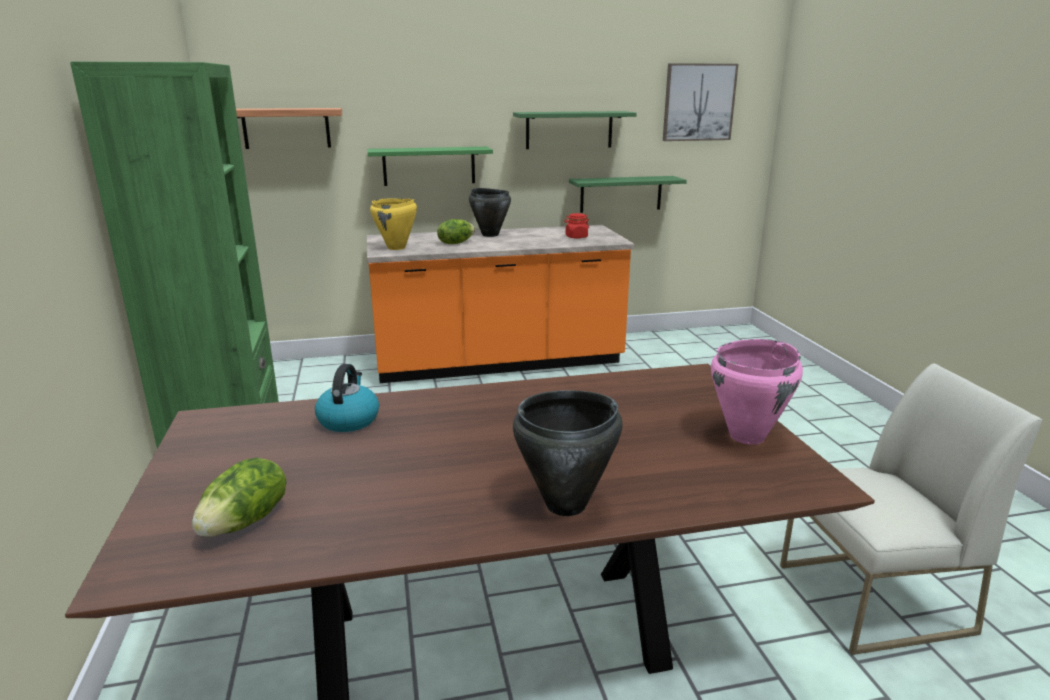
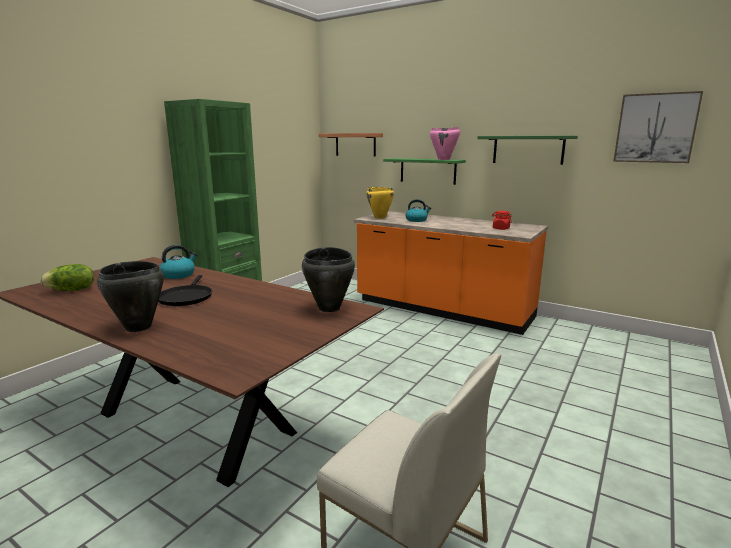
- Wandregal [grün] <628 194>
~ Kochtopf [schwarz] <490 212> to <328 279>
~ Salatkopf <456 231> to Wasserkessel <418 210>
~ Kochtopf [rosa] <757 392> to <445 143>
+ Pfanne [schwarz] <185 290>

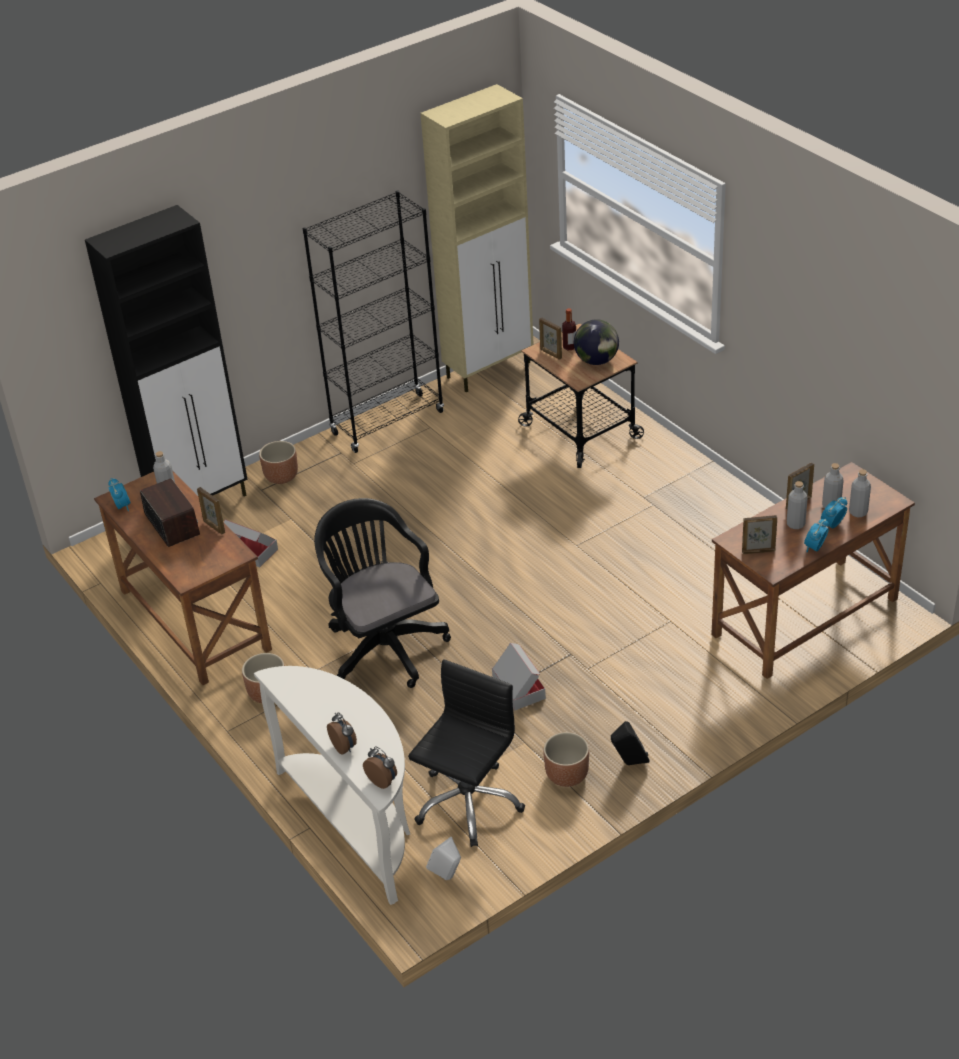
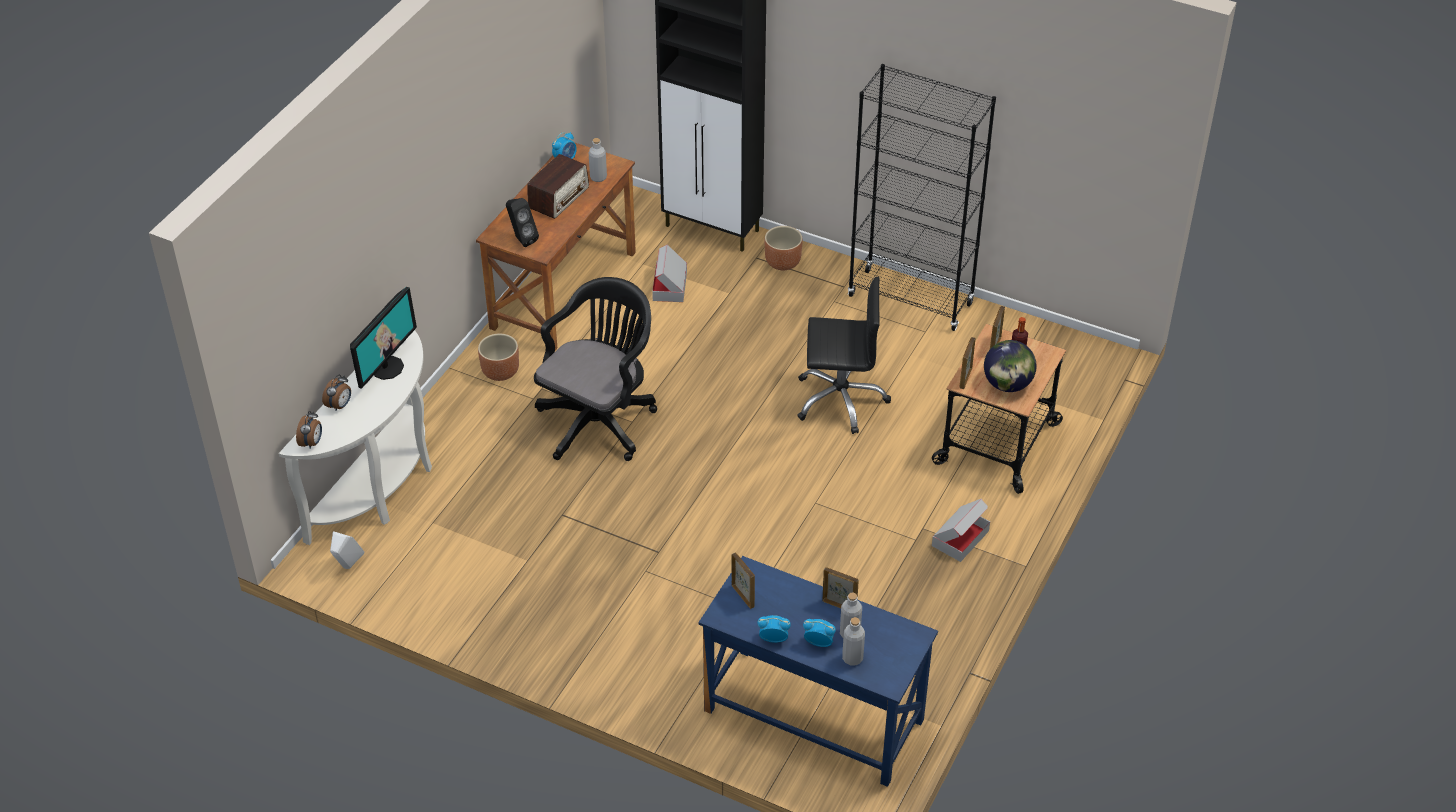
- Schrank [beige] <477 238>
~ Schreibtisch [braun] <813 570> to Schreibtisch [blau] <818 671>
- Flasche [grau] <797 505>
~ Bilderrahmen <211 510> to <968 363>
~ Karton <519 676> to <961 530>
~ Bürostuhl [schwarz] <466 753> to <844 355>
~ Lautsprecher [schwarz] <630 743> to <522 222>
- Pflanzkübel [braun] <566 759>
+ Monitor <383 338>

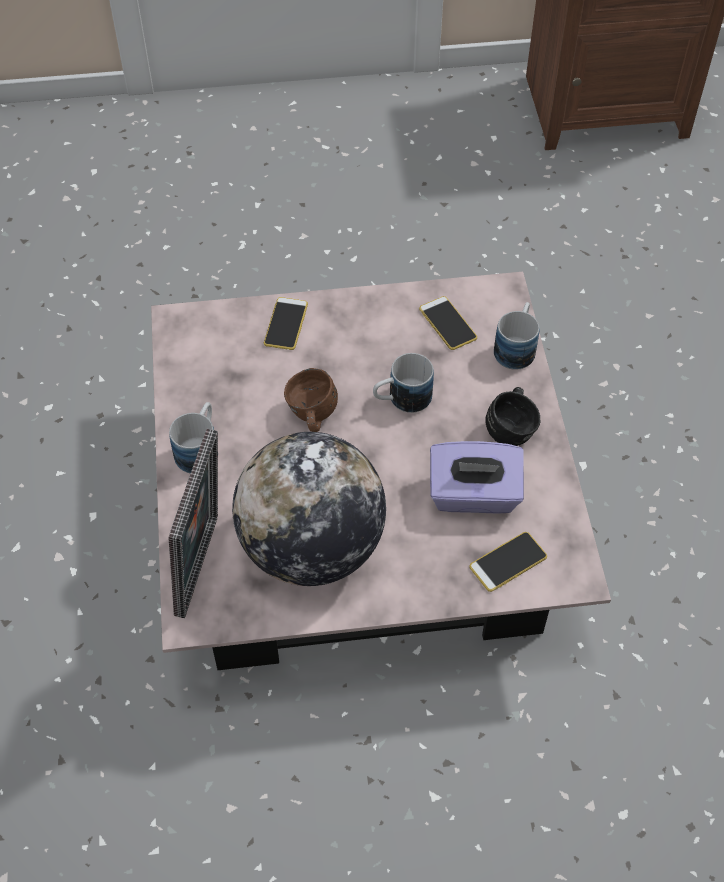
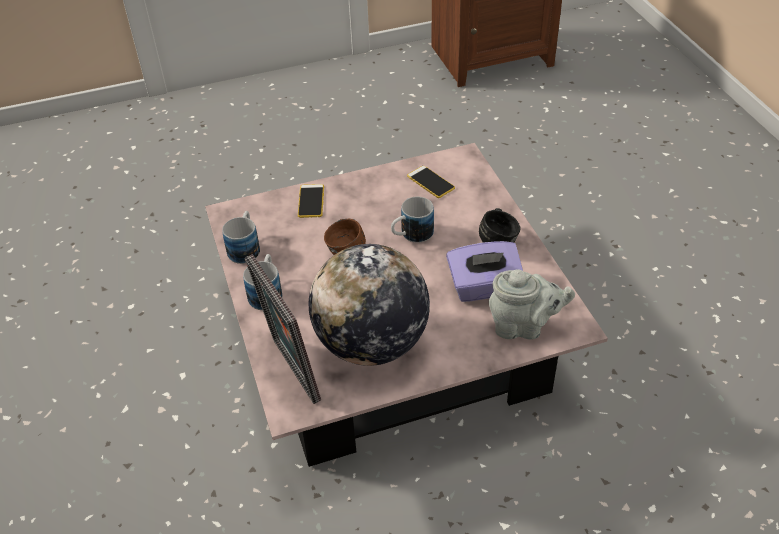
~ Henkelbecher <516 336> to <241 237>
~ Bilderrahmen <193 523> = <283 329> 150 degrees clockwise
~ Handy <508 562> to Teekanne [grau] <532 304>

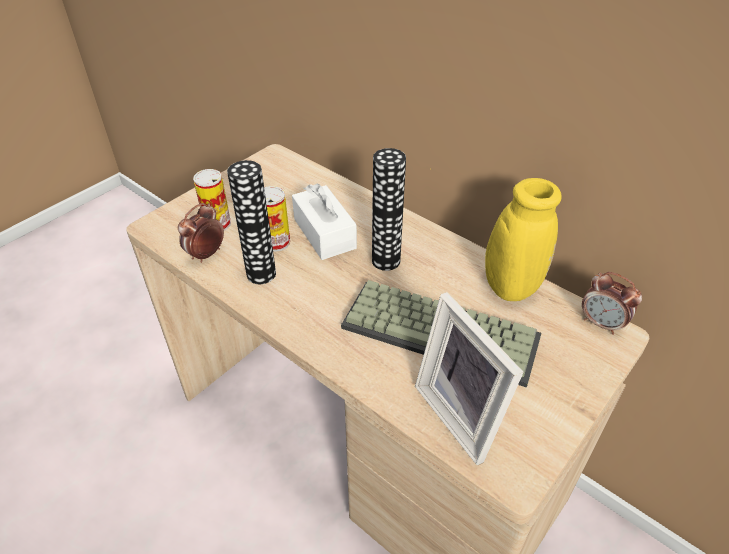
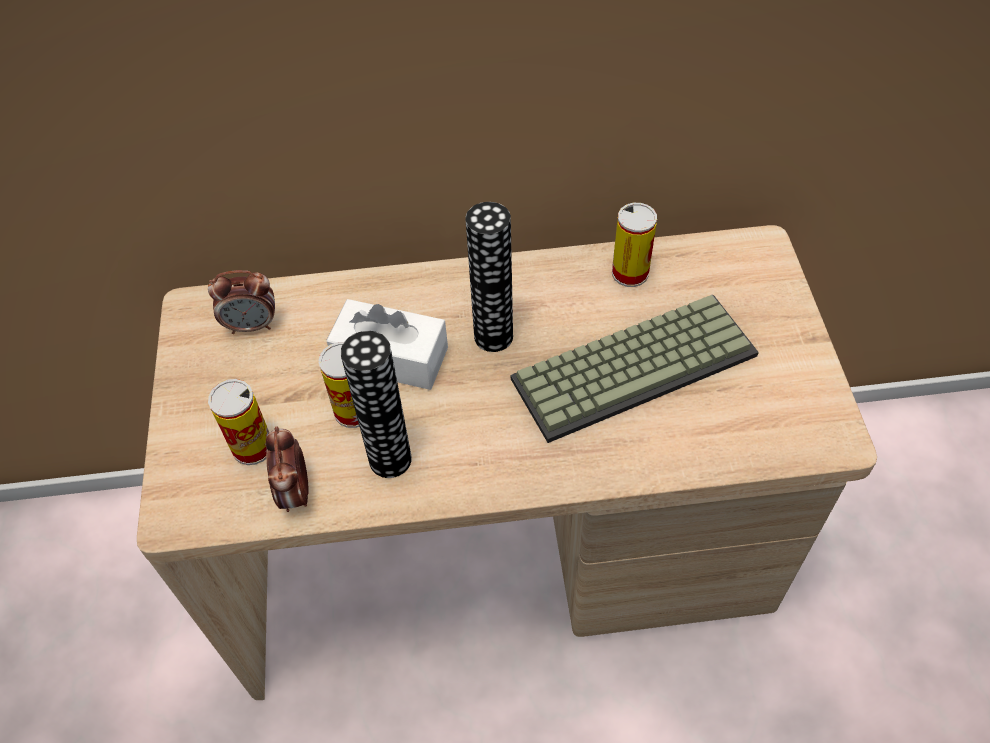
~ Vase [gelb] <496 234> to Dose <634 245>
~ Wecker <612 303> to <241 302>
- Bilderrahmen <469 378>

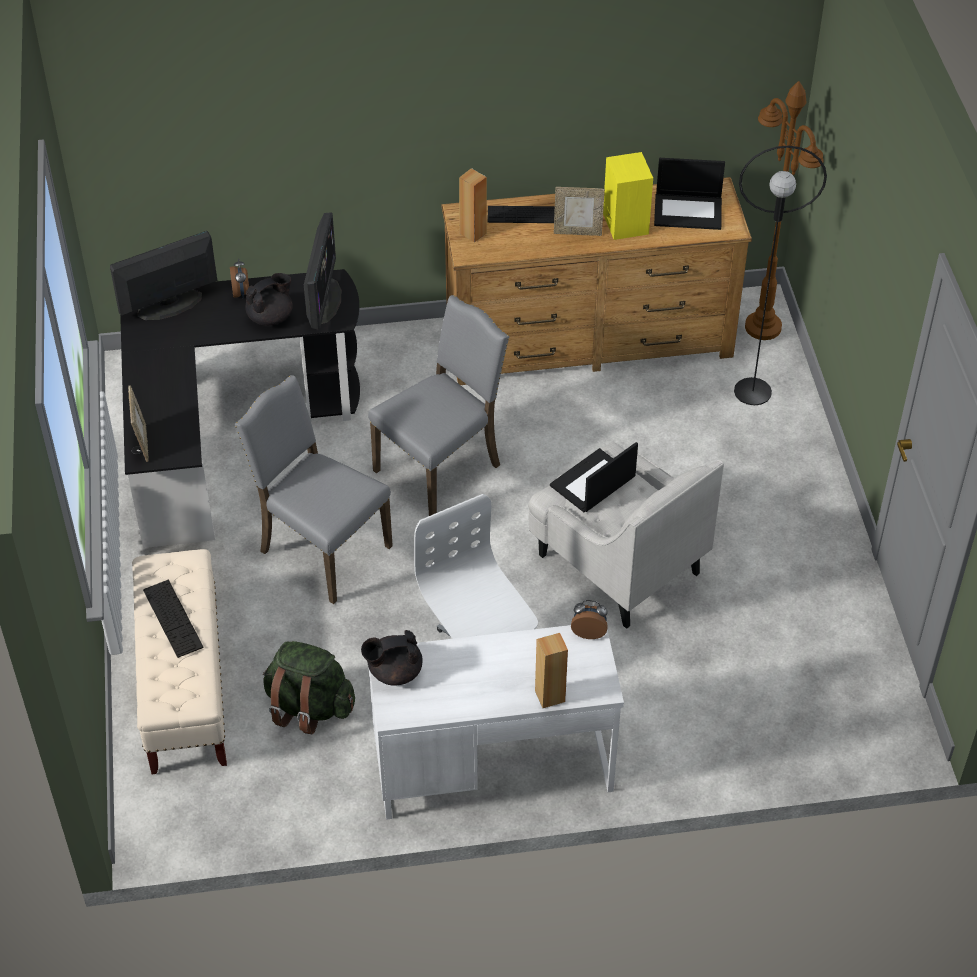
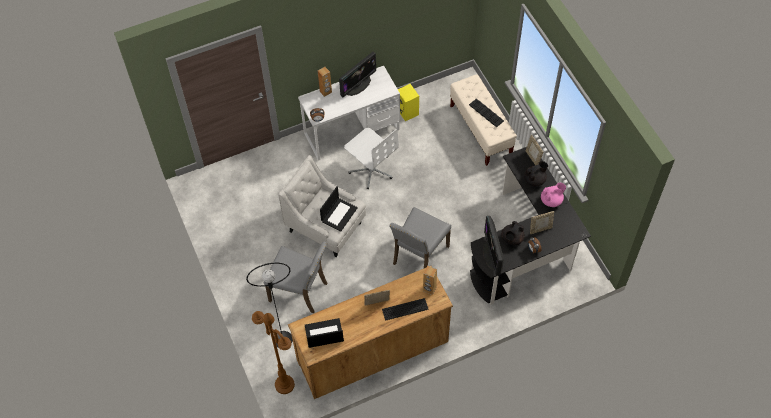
~ Lautsprecher [gelb] <628 196> to <408 102>
~ Monitor <163 275> to <357 74>
~ Stuhl [grau] <314 489> to <295 277>
~ Teekanne [schwarz] <392 658> to <536 173>
- Rucksack [grün] <309 687>
+ Teekanne [rosa] <553 195>
+ Bilderrahmen <542 222>

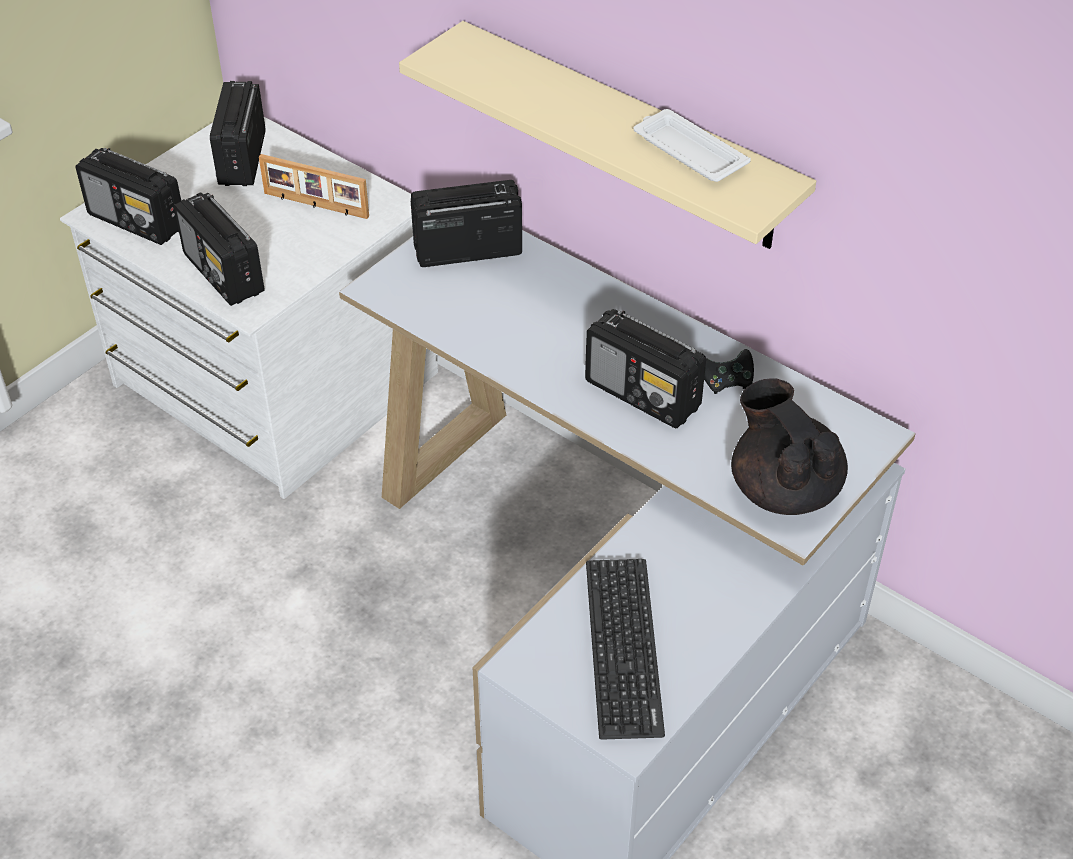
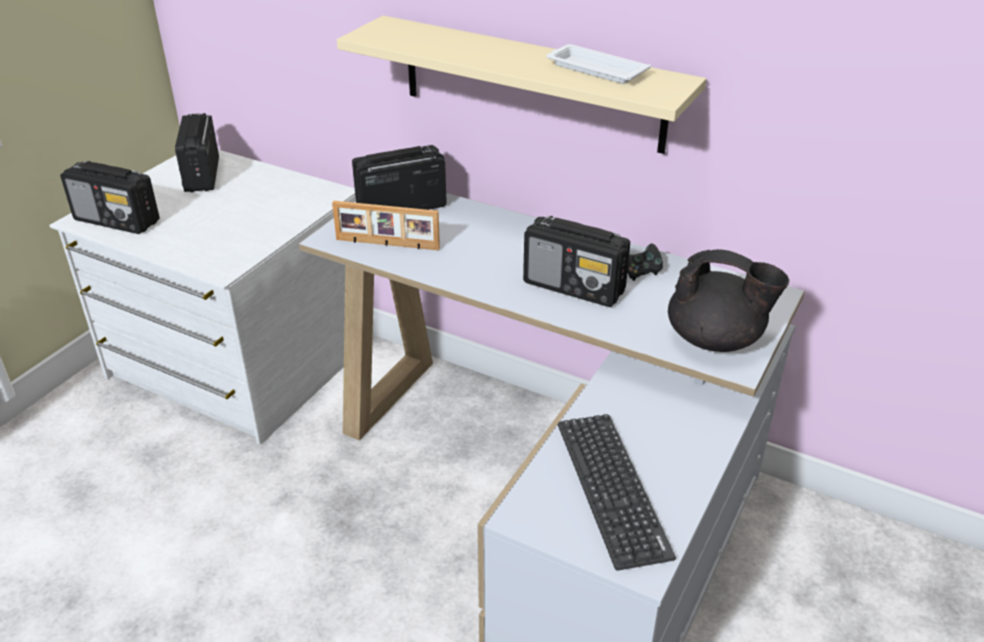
~ Bilderrahmen <314 186> to <386 225>
- Radio <219 249>
~ Teekanne [schwarz] <789 446> = <728 300> 150 degrees clockwise

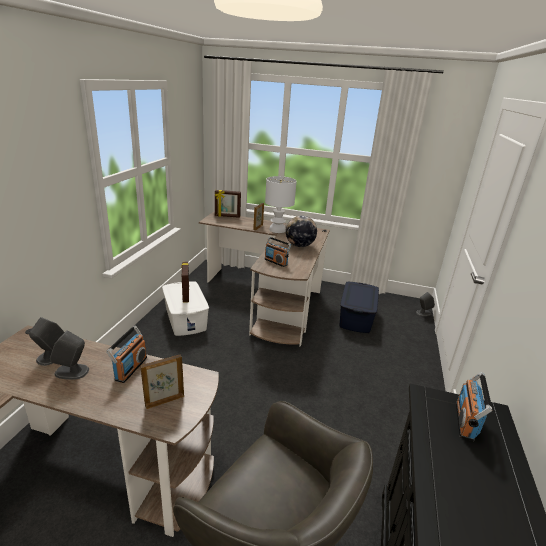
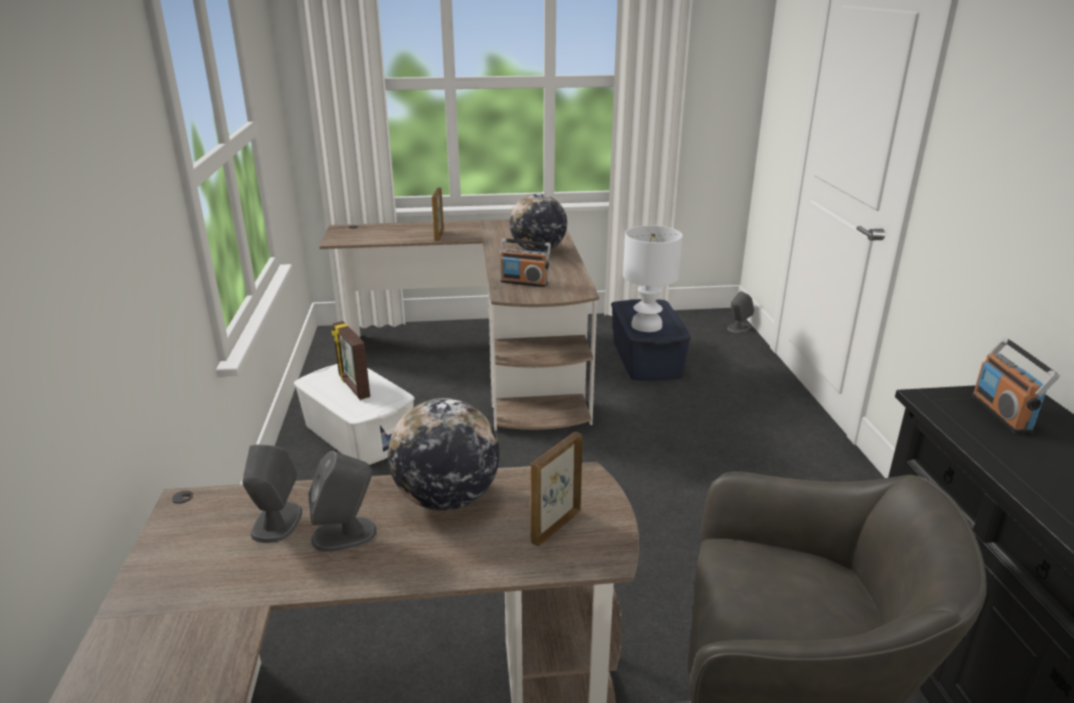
~ Tischlampe [weiß] <281 204> to <653 279>
- Bilderrahmen <228 204>
~ Radio <127 354> to Globus <444 454>

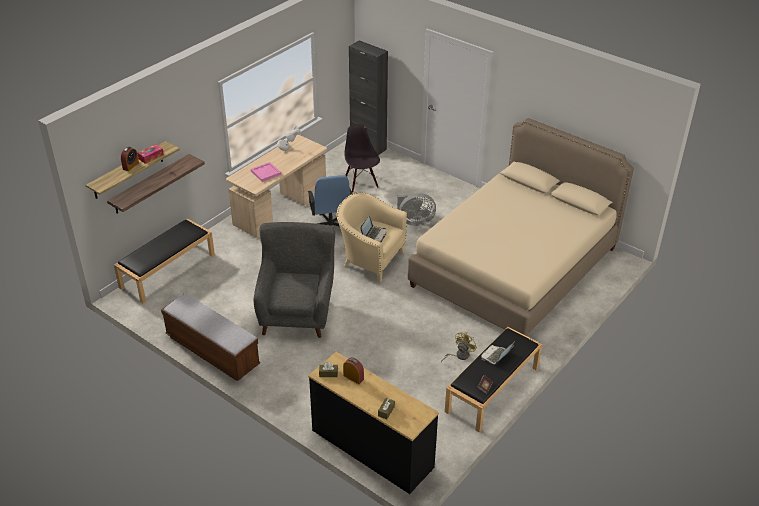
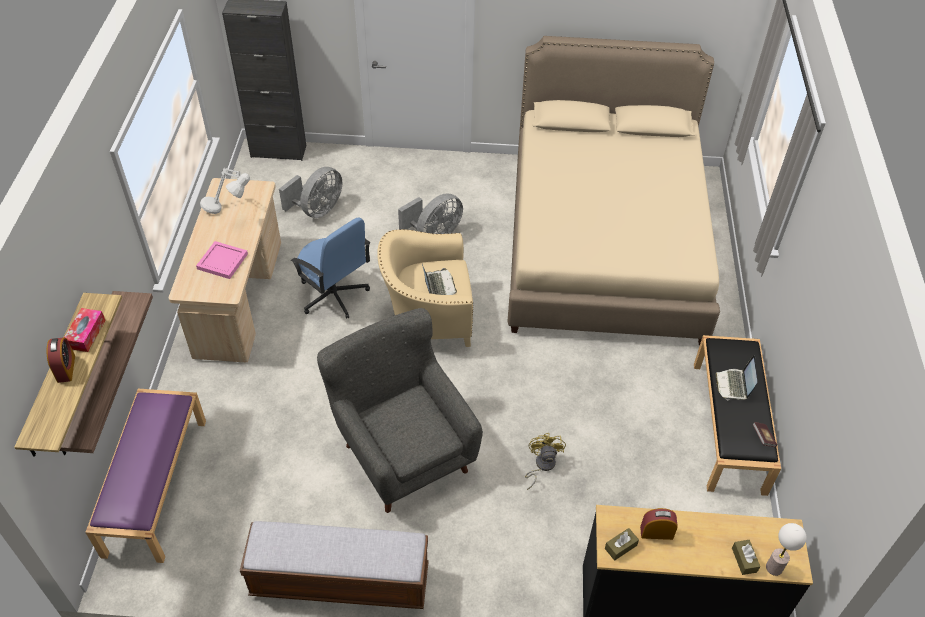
~ Stuhl [schwarz] <362 158> to Ventilator [grau] <310 192>
~ Bank [schwarz] <164 261> to Bank [lila] <145 476>
~ Ventilator [gelb] <459 347> to <545 461>
+ Tischlampe <786 549>

